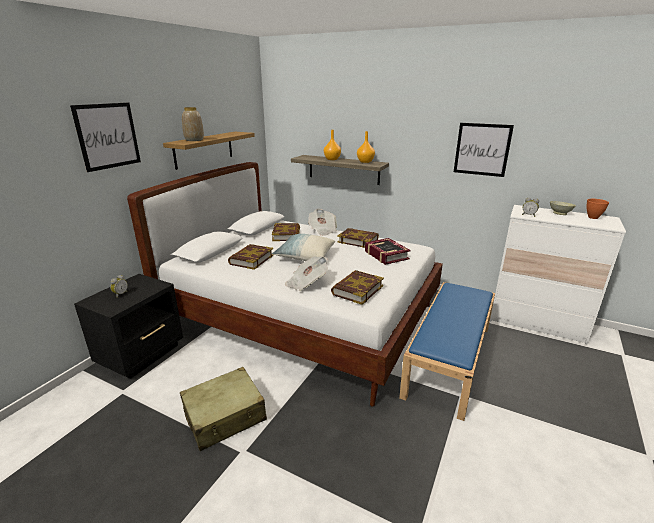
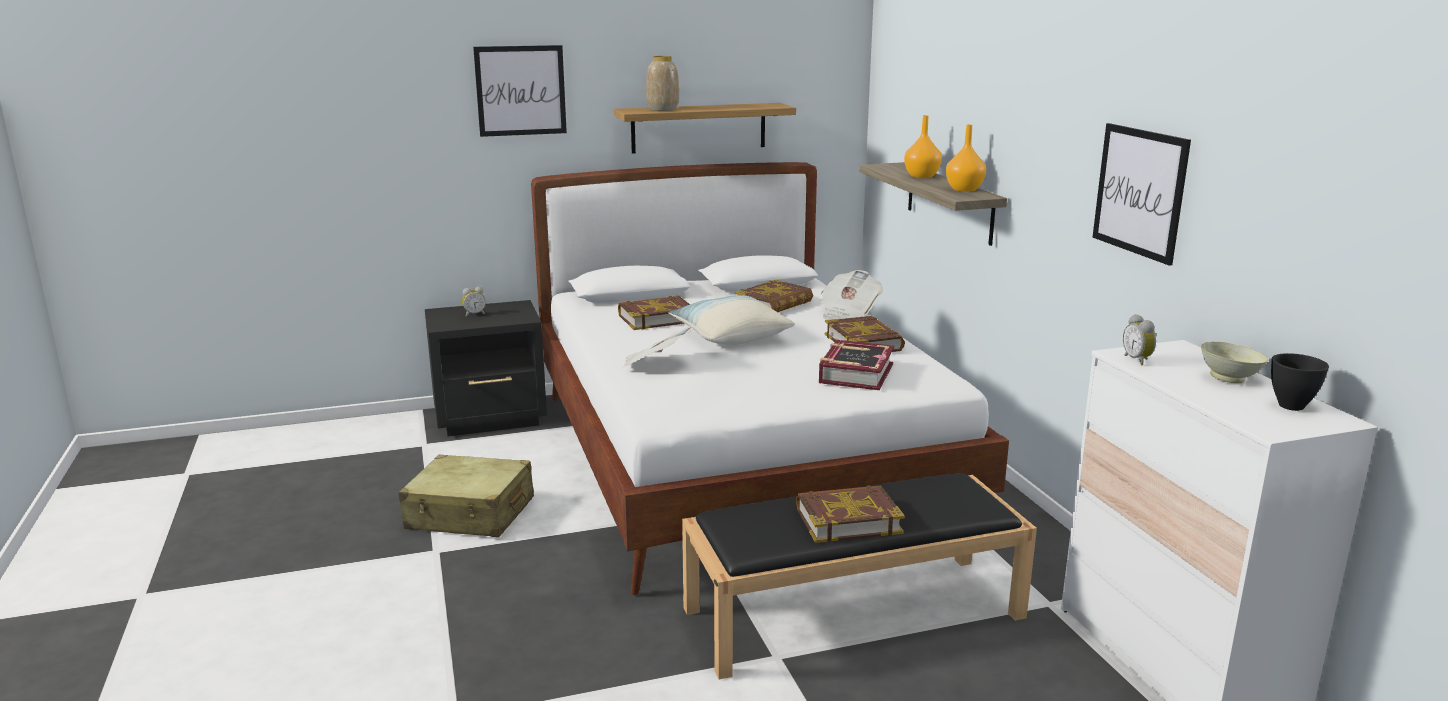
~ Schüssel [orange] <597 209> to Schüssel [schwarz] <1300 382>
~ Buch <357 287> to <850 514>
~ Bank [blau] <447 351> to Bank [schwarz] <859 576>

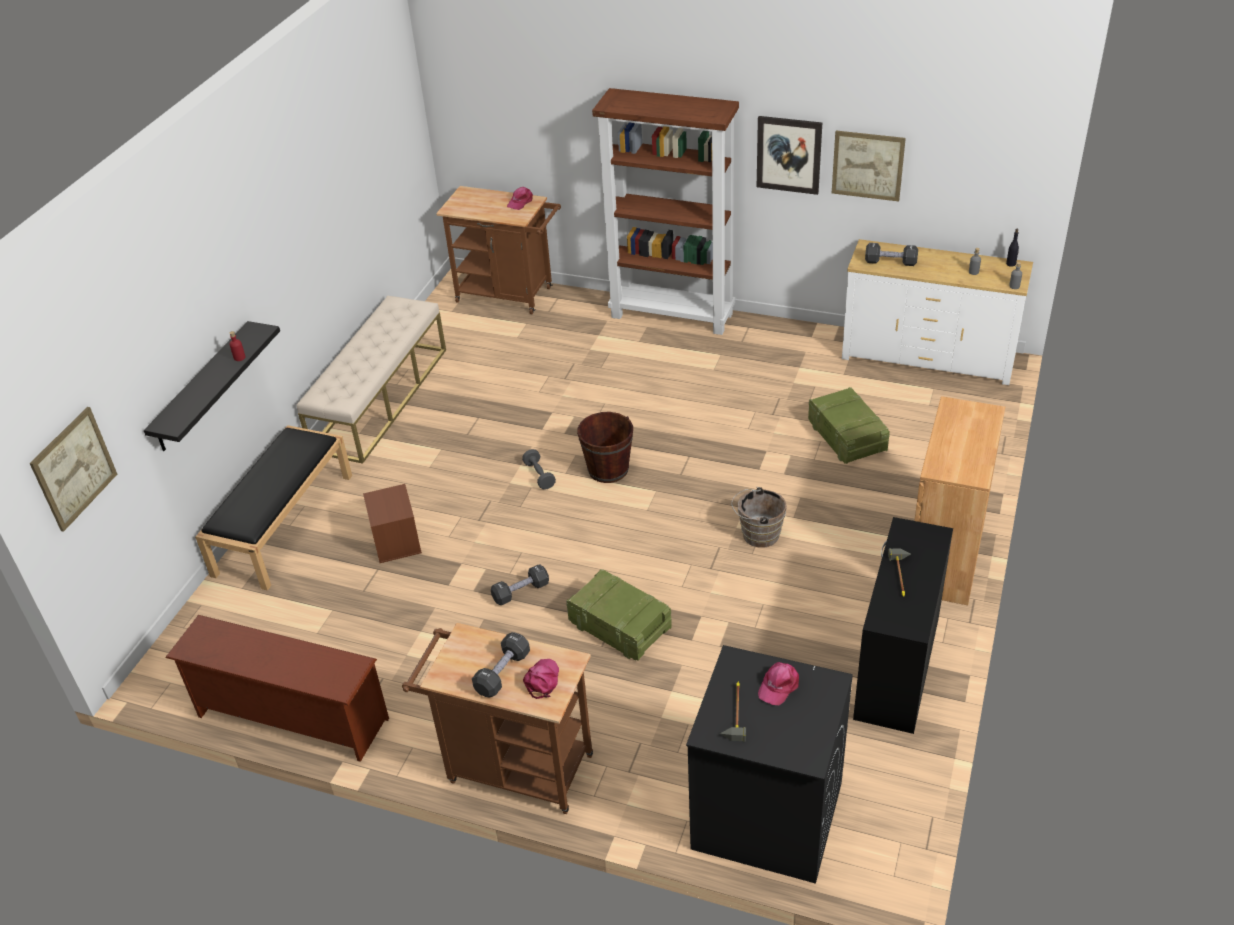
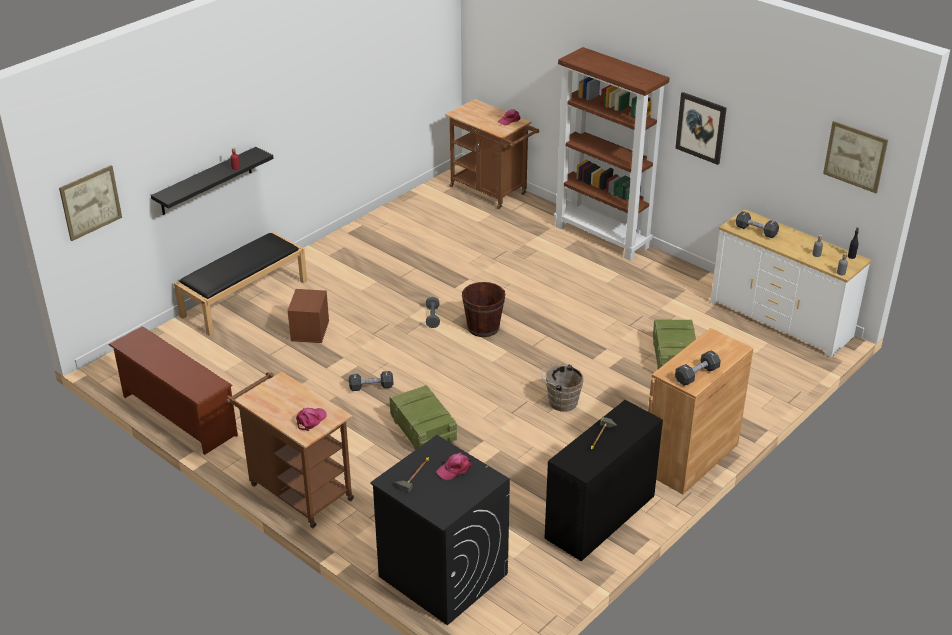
~ Bild <869 166> to <855 157>
- Bank [beige] <371 380>
~ Hantel [schwarz] <501 665> to <698 368>

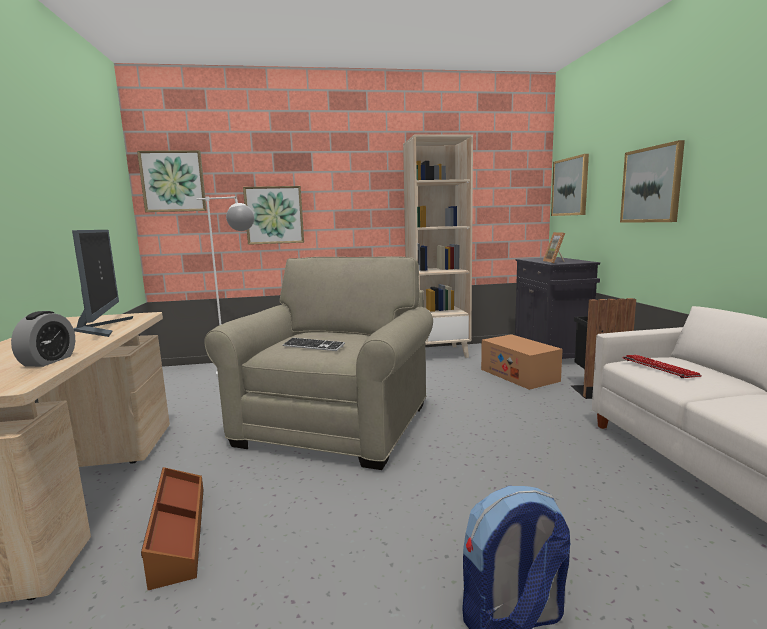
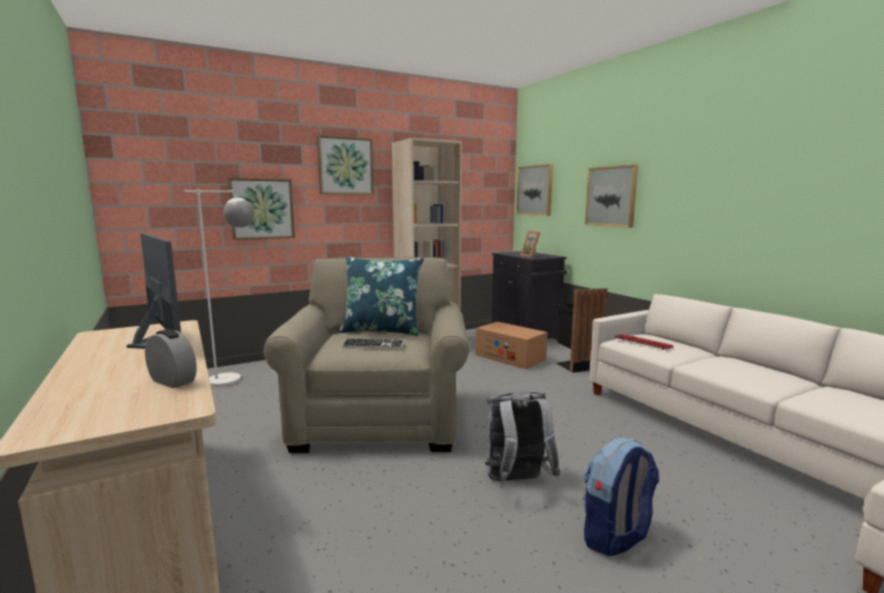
~ Bild <172 181> to <345 165>
~ Wecker <43 339> = <171 358> 45 degrees counterclockwise
- Aufbewahrungsbox [braun] <172 528>
+ Kissen [blau] <381 296>
+ Rucksack [grau] <522 436>

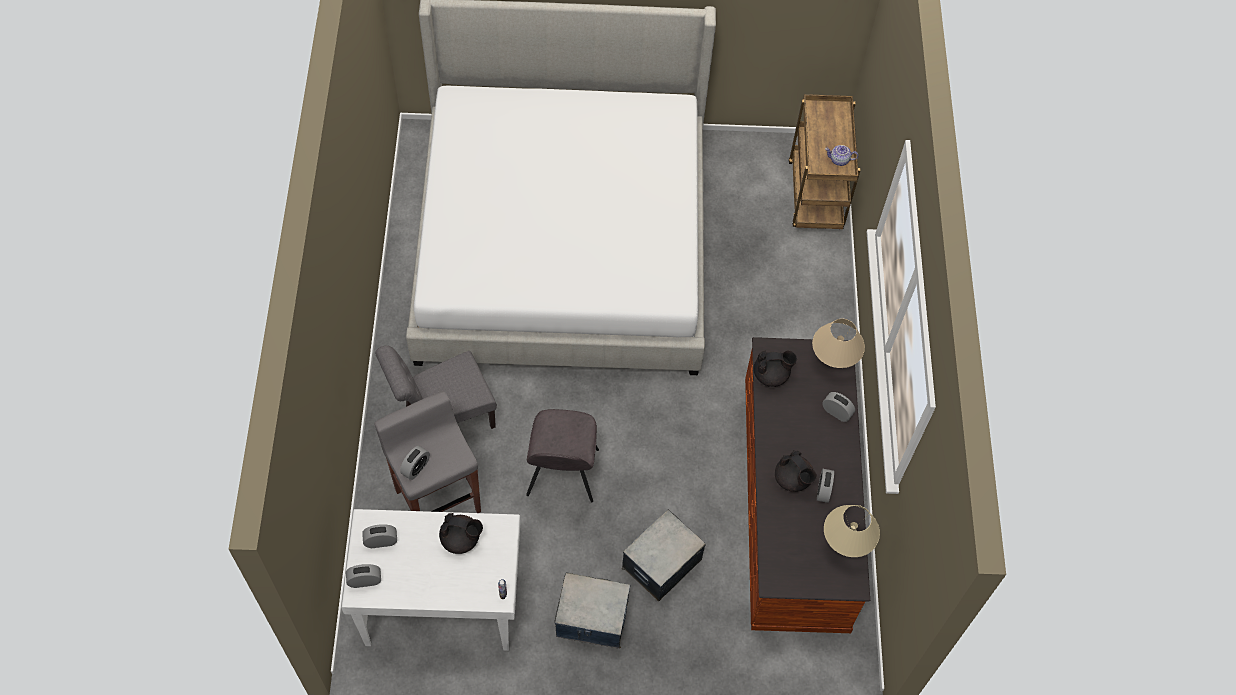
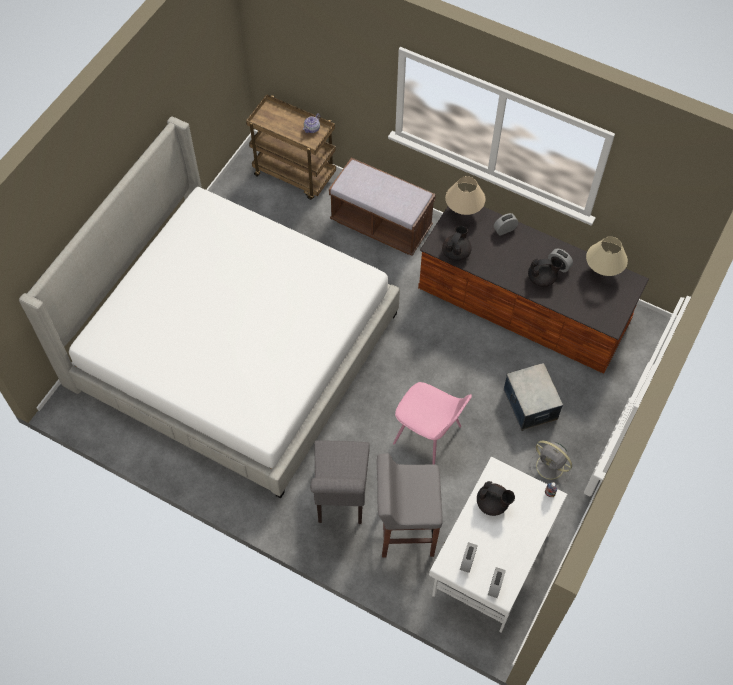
~ Stuhl [grau] <562 456> to Stuhl [rosa] <432 423>
- Wecker <415 463>
~ Teekanne [schwarz] <461 533> = <496 498> 75 degrees clockwise
~ Aufbewahrungsbox <592 610> to Ventilator [grau] <550 463>
+ Bank [braun] <382 206>

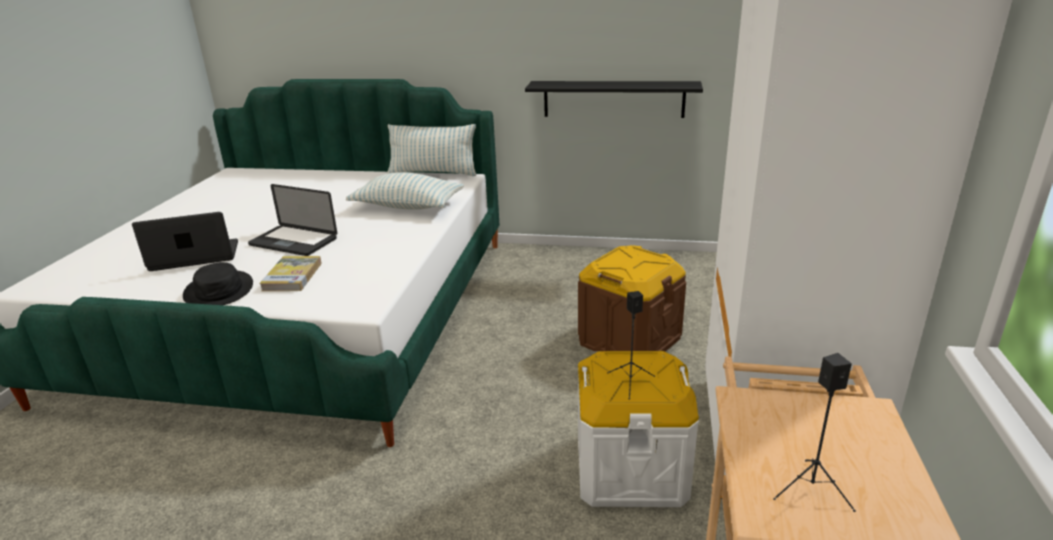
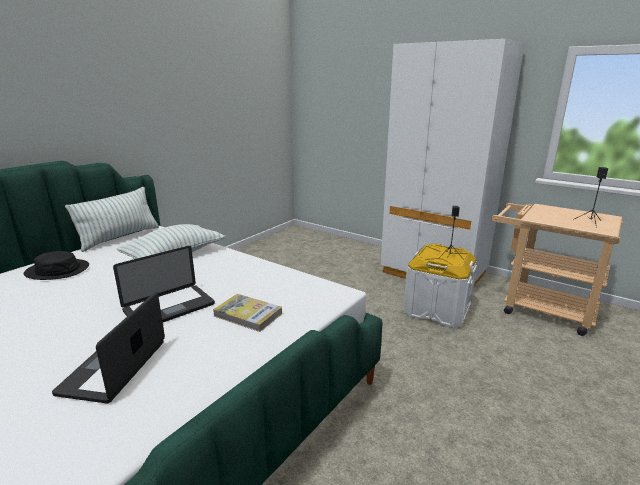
- Wandregal [schwarz] <614 99>
- Aufbewahrungsbox [braun] <632 298>
~ Hut [schwarz] <218 283> to <56 265>

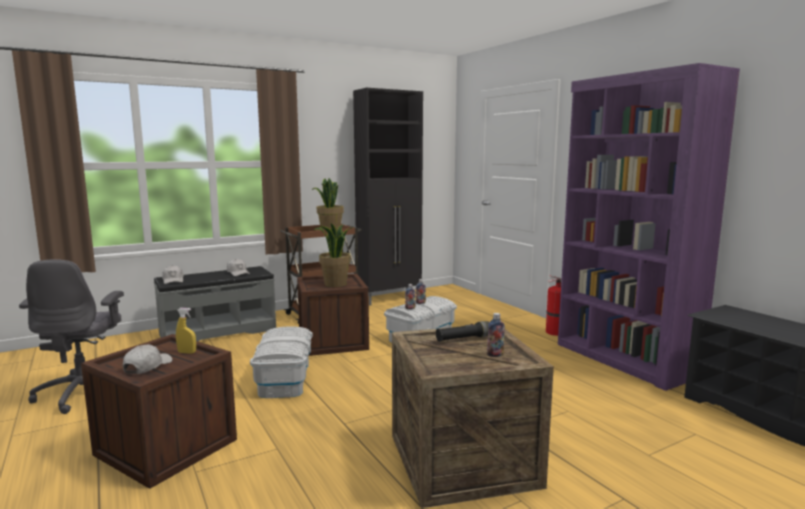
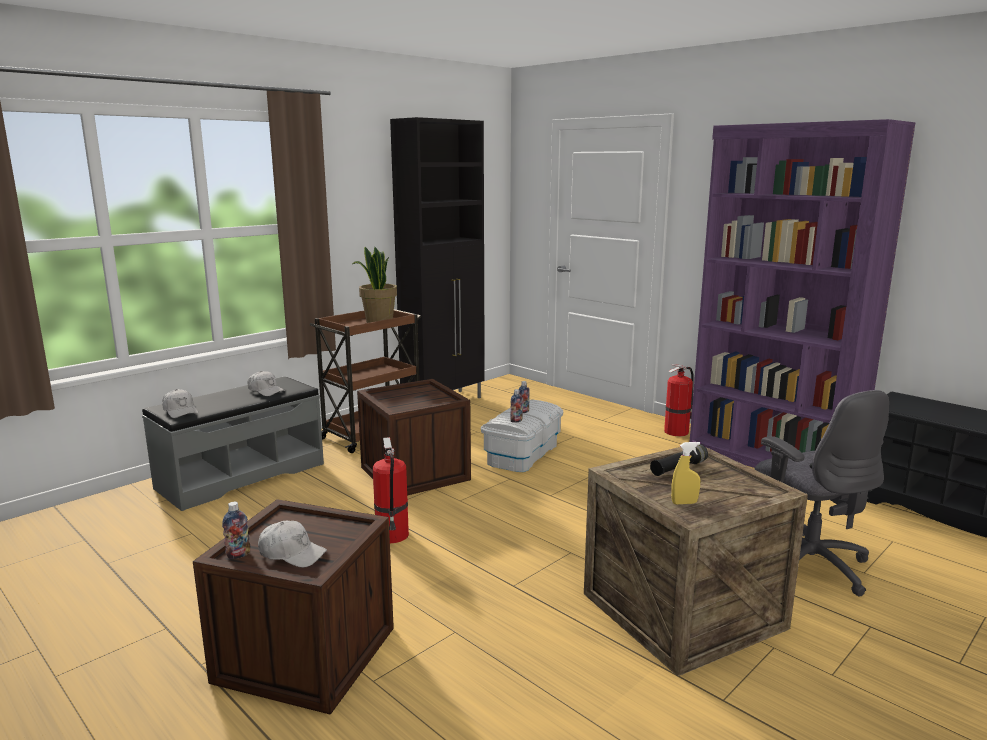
- Topfpflanze <333 255>
~ Bürostuhl [grau] <71 336> to <822 493>
~ Sprühflasche [gelb] <186 331> to <685 473>
~ Flasche <496 335> to <236 530>
~ Aufbewahrungsbox [weiß] <281 362> to Feuerlöscher <391 490>
~ Kappe [weiß] <147 359> = <292 544> 105 degrees clockwise

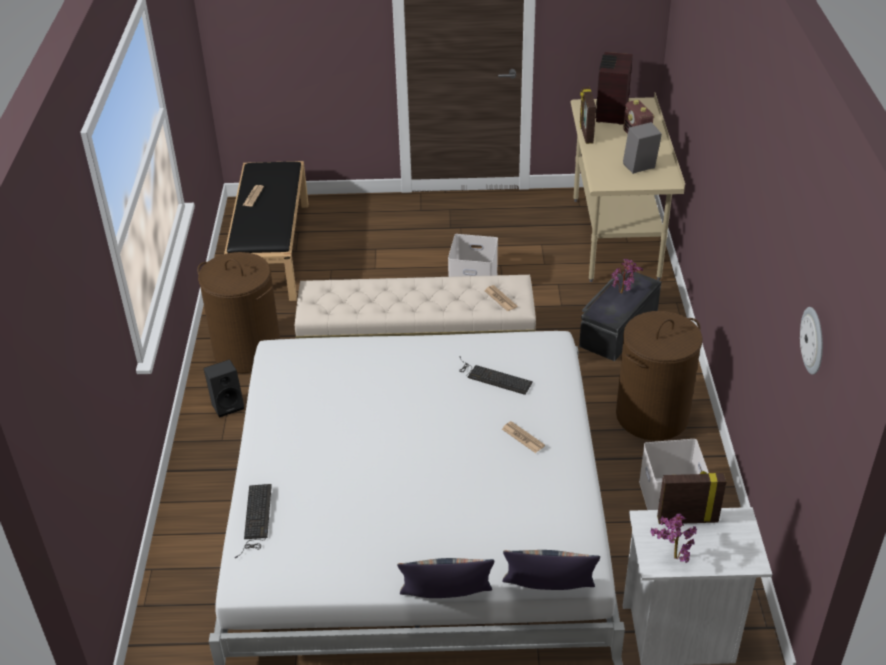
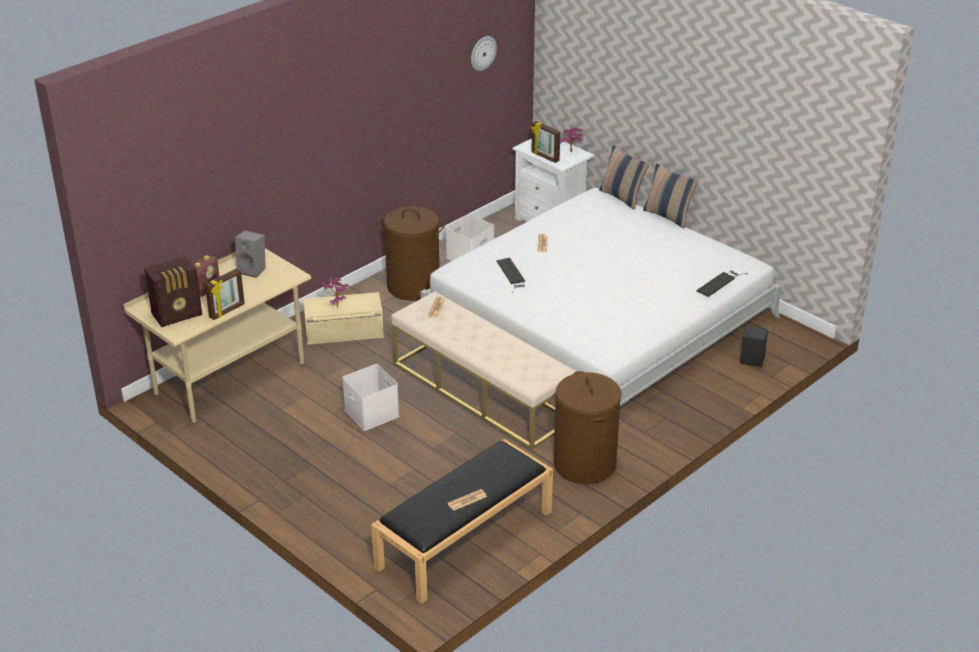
~ Aufbewahrungsbox [schwarz] <620 315> to Aufbewahrungsbox [beige] <343 318>
~ Lautsprecher [schwarz] <224 388> to <754 346>

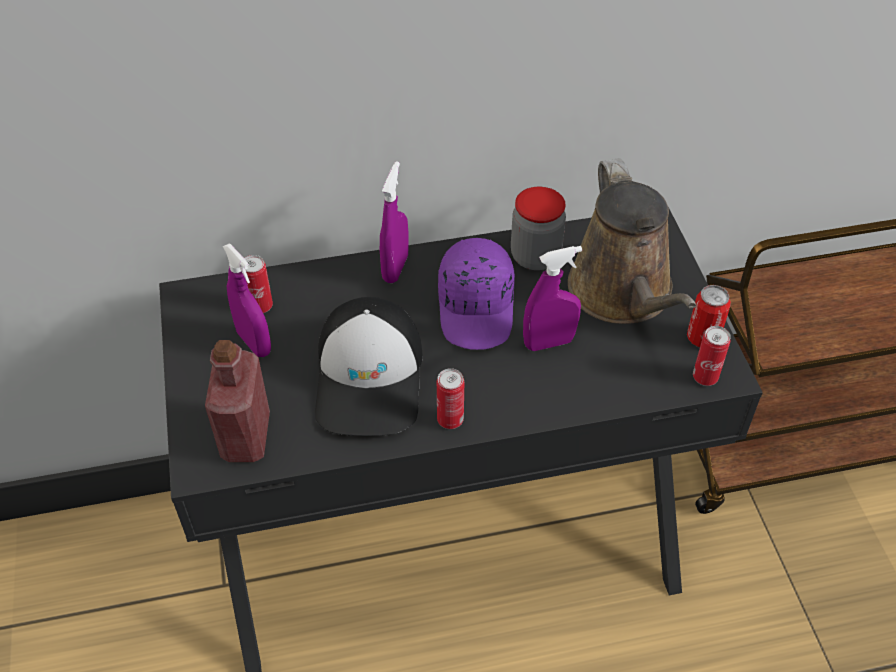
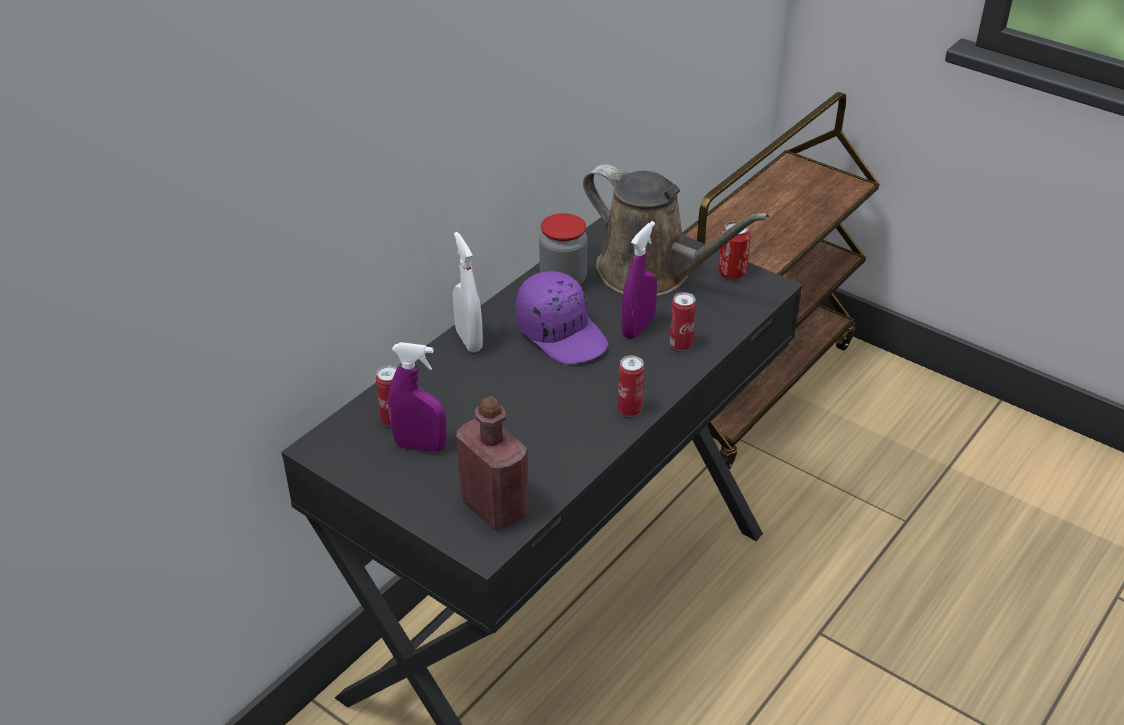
~ Sprühflasche [lila] <394 222> to Sprühflasche [weiß] <468 292>
- Kappe <369 366>
~ Dose <712 356> to <682 321>

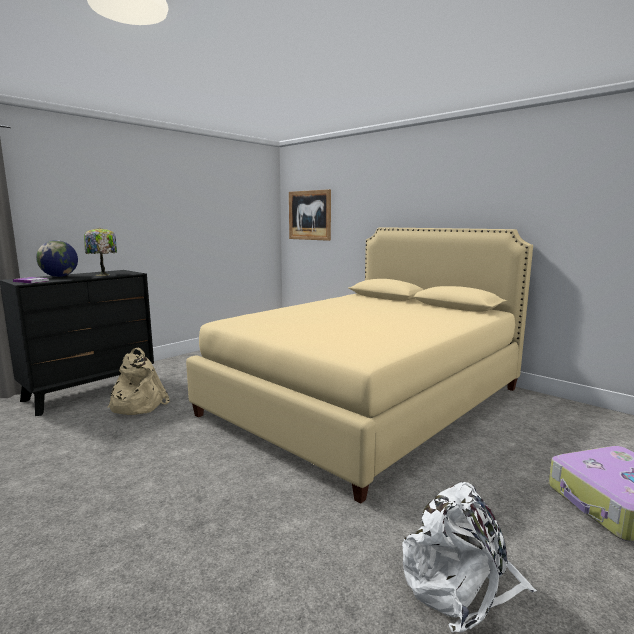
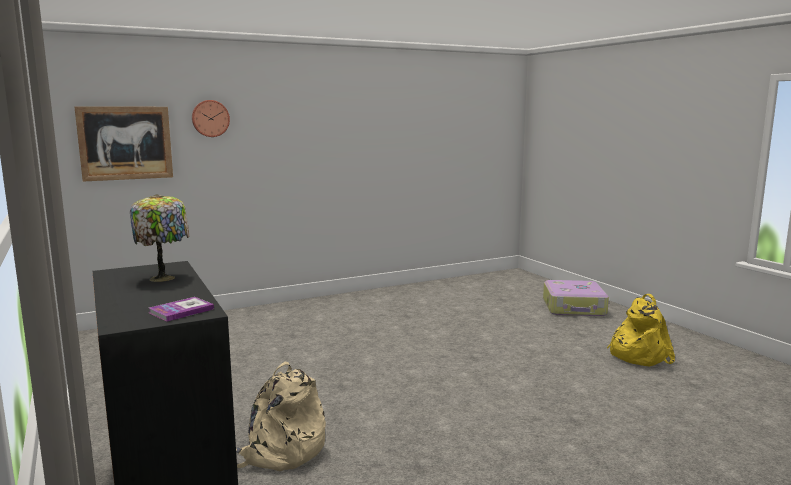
- Bett [beige] <359 365>
- Globus <57 258>
~ Rucksack [weiß] <469 557> to Rucksack [gelb] <641 330>
+ Wanduhr <211 118>

